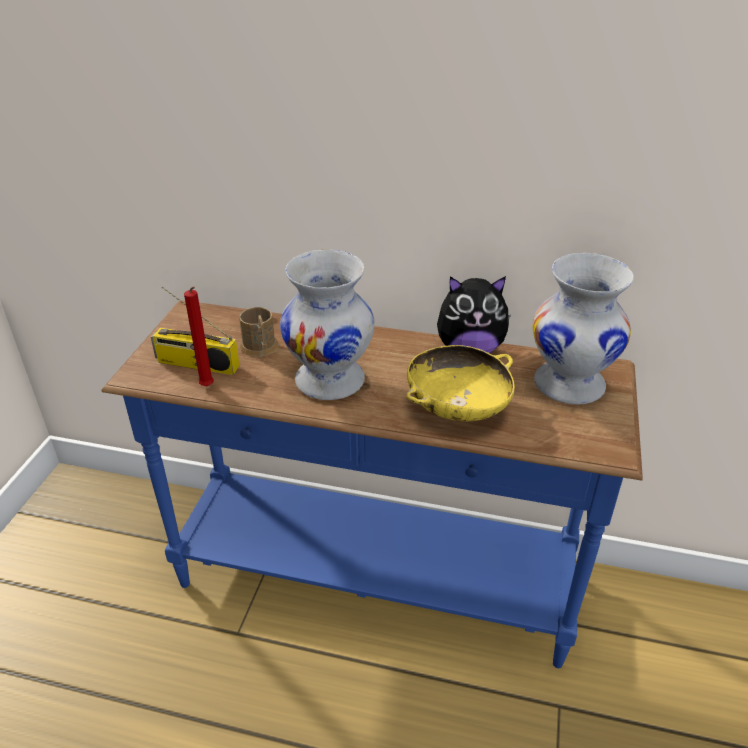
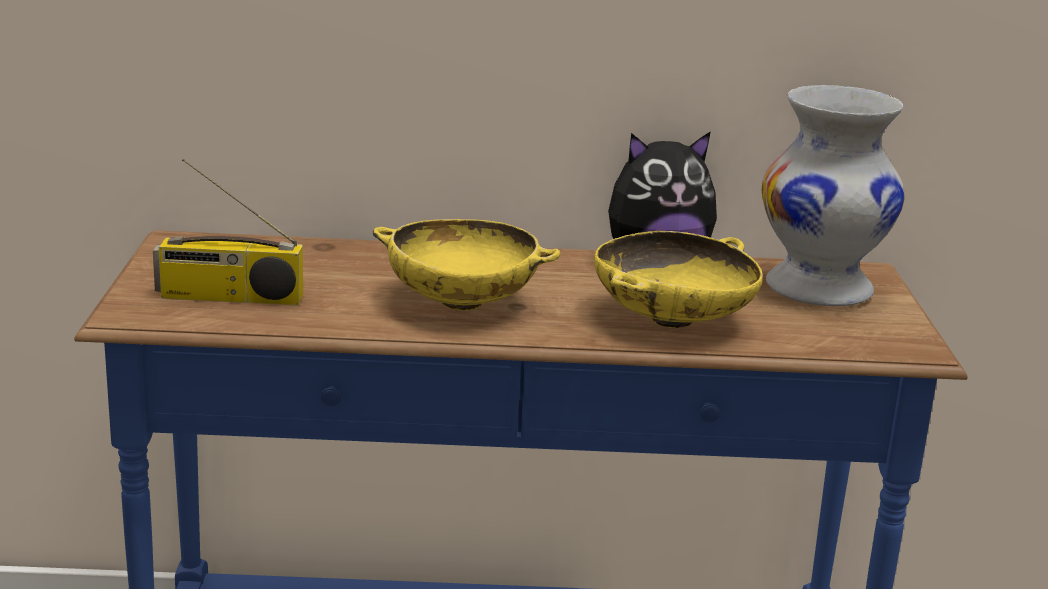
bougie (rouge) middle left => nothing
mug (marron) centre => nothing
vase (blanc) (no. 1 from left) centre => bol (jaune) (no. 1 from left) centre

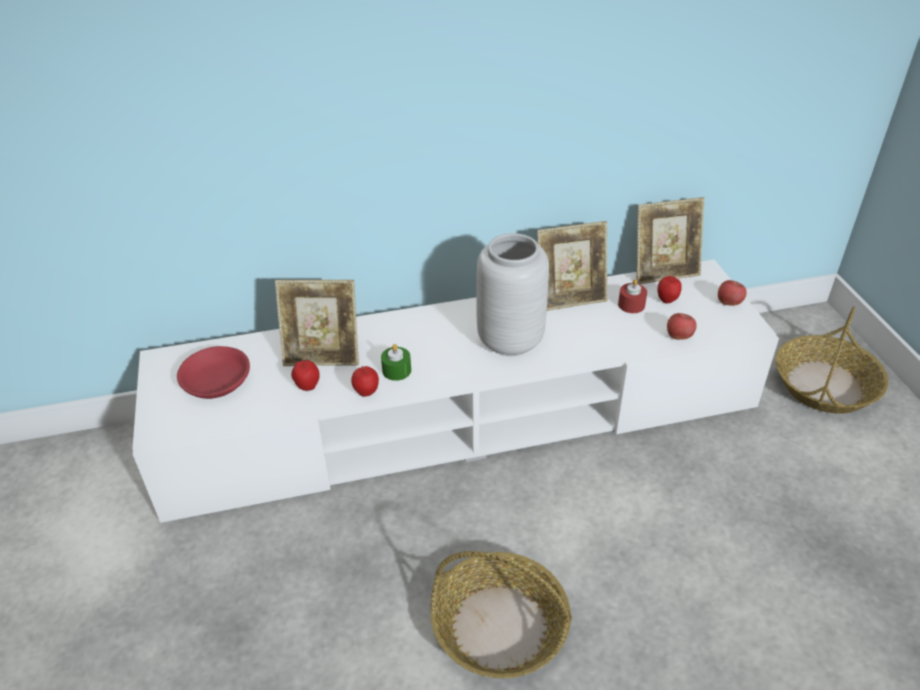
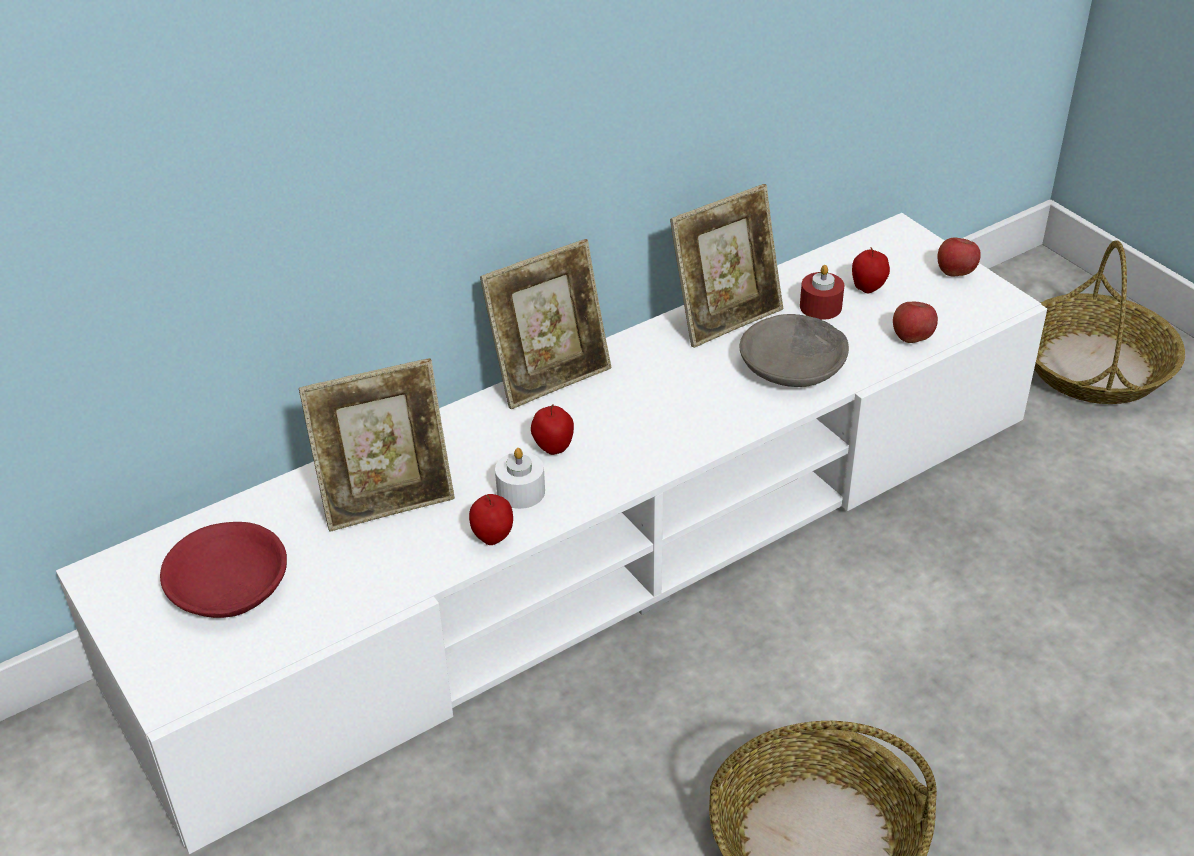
pomme (no. 1 from left in the first image) middle left => pomme (no. 2 from left) centre, relocated
bougie (vert) centre => bougie (blanc) centre
vase (gris) centre => nothing
cadre photo (no. 3 from left in the first image) middle right => cadre photo (no. 2 from left) centre, relocated
nothing => bol (gris) centre

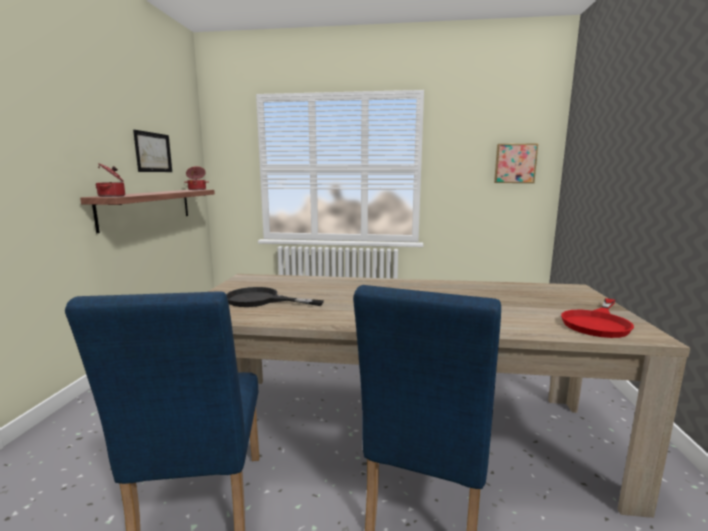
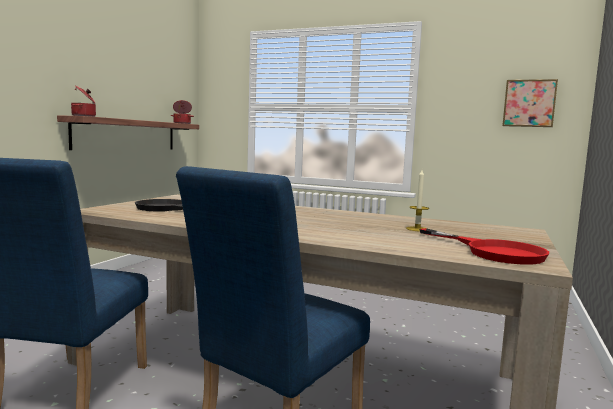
tableau (no. 1 from left) top left => nothing
poêle (rouge) middle right, 90 degrees counterclockwise
nothing => bougie middle right

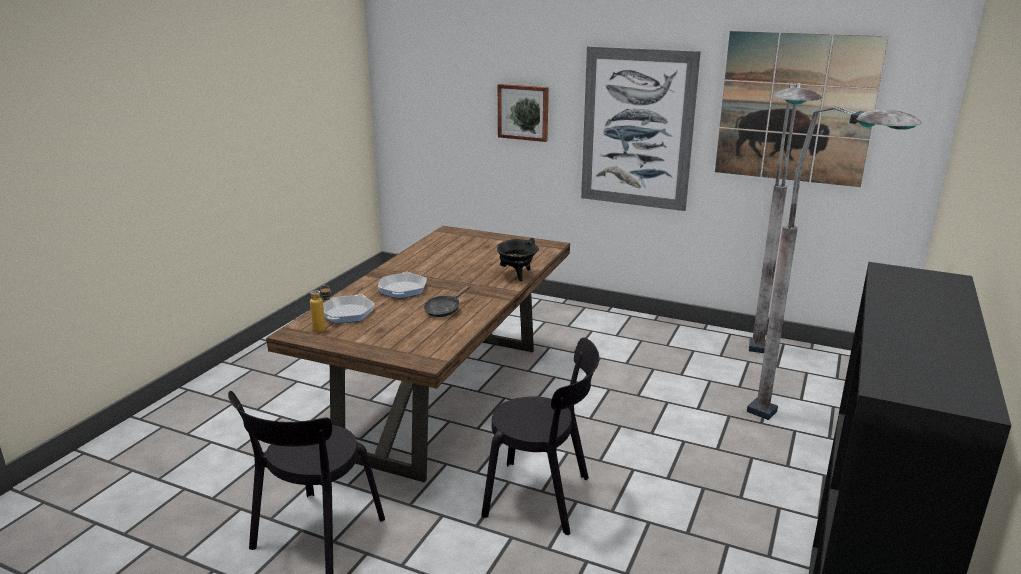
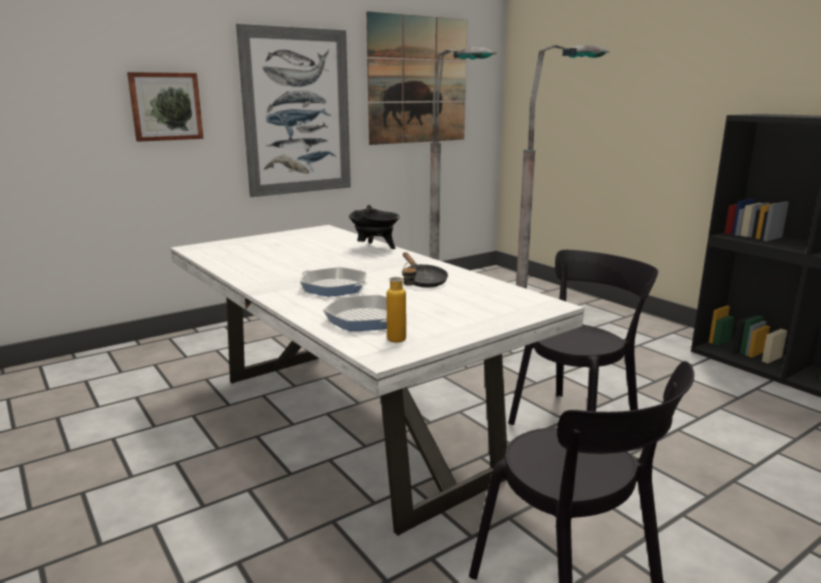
table à manger (marron) centre => table à manger (blanc) centre

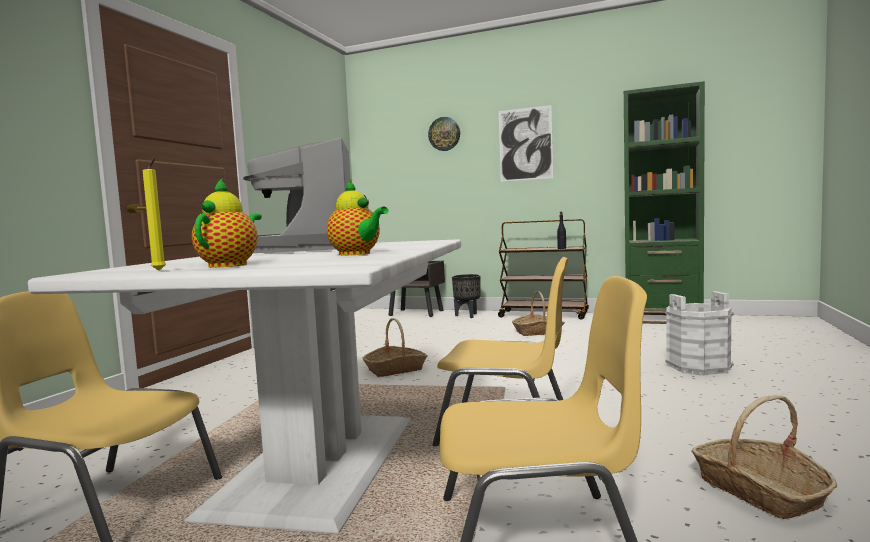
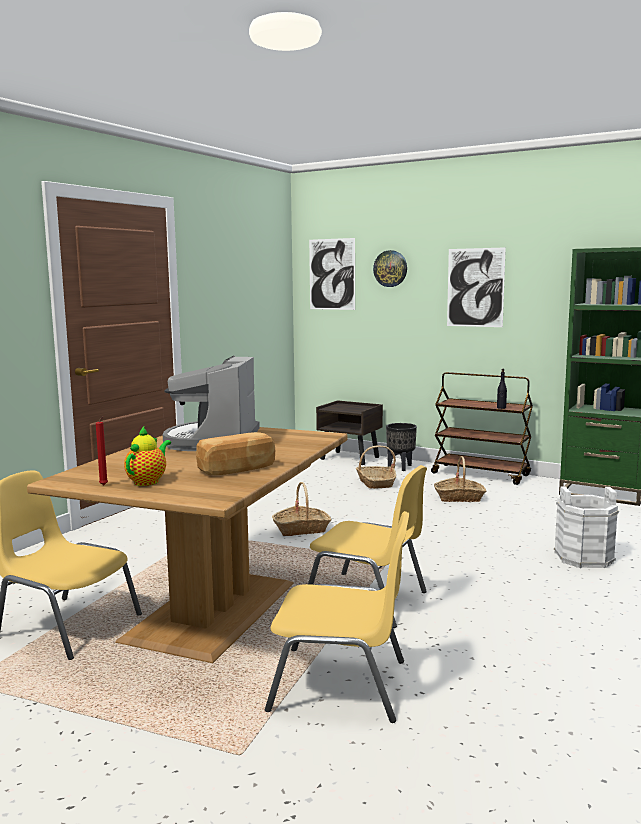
table à manger (blanc) bottom left => table à manger (marron) middle left
bougie (jaune) middle left => bougie (rouge) middle left
théière (no. 2 from left) centre => pain centre
panier (no. 3 from left in the first image) bottom right => panier (no. 2 from left) centre, relocated
nothing => tableau (no. 1 from left) top centre

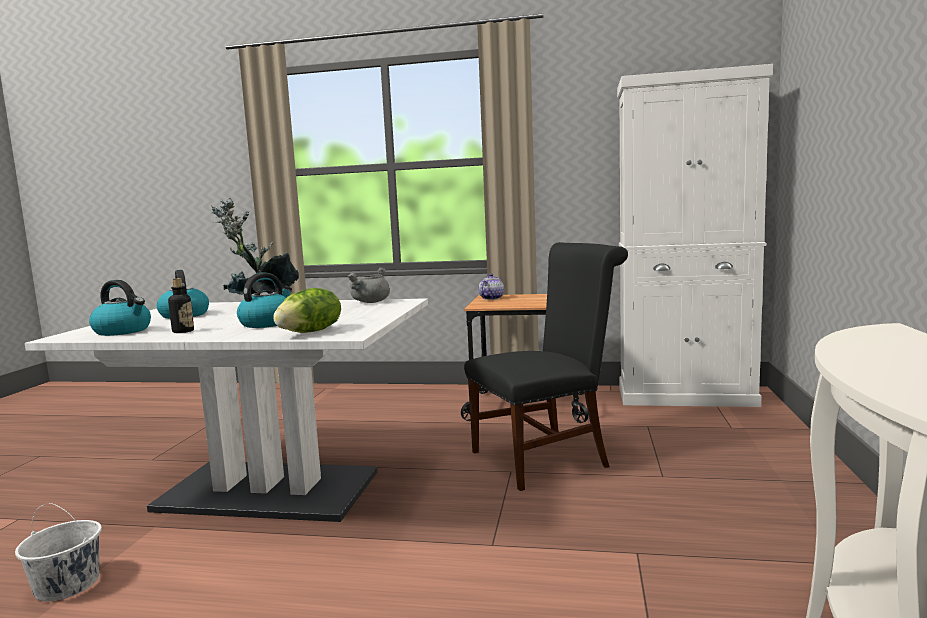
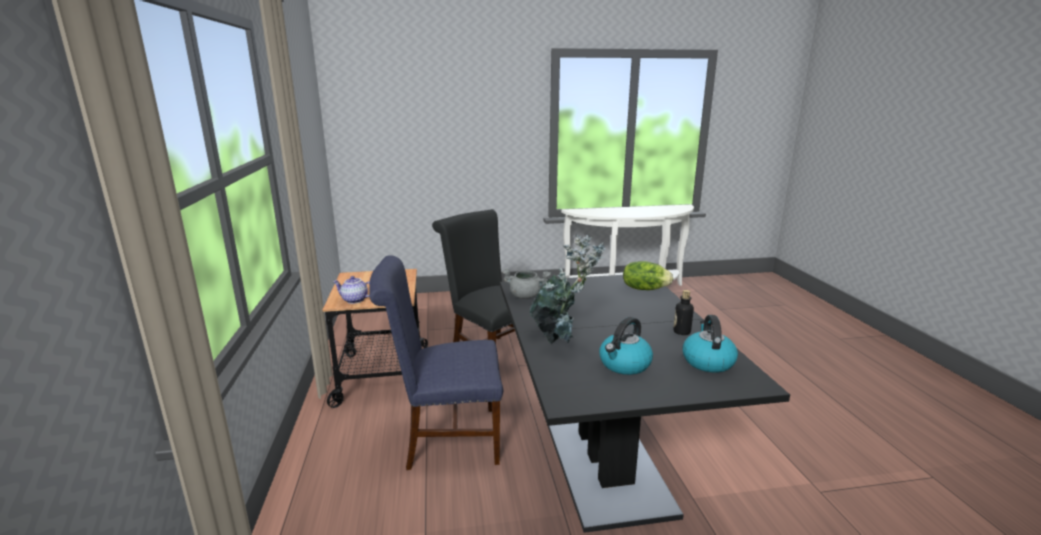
seau (blanc) bottom left => nothing
table à manger (blanc) middle left => table à manger (noir) bottom centre
bouilloire (no. 3 from left) middle left => nothing
meuble de rangement (blanc) middle right => nothing
nothing => chaise (bleu) bottom centre

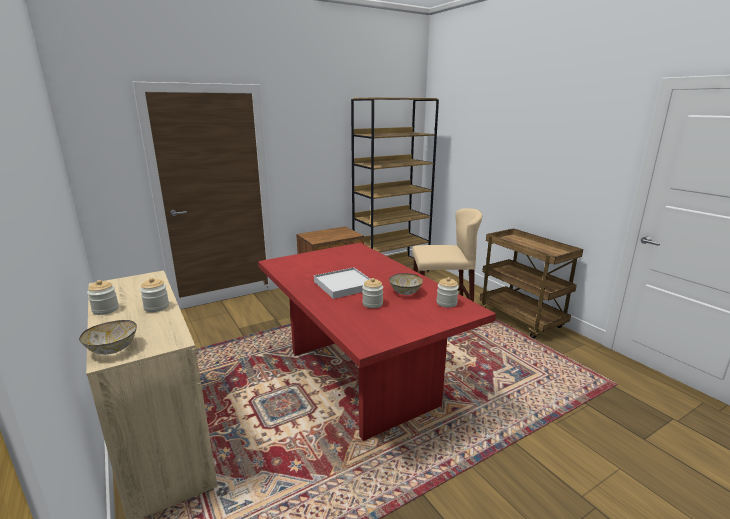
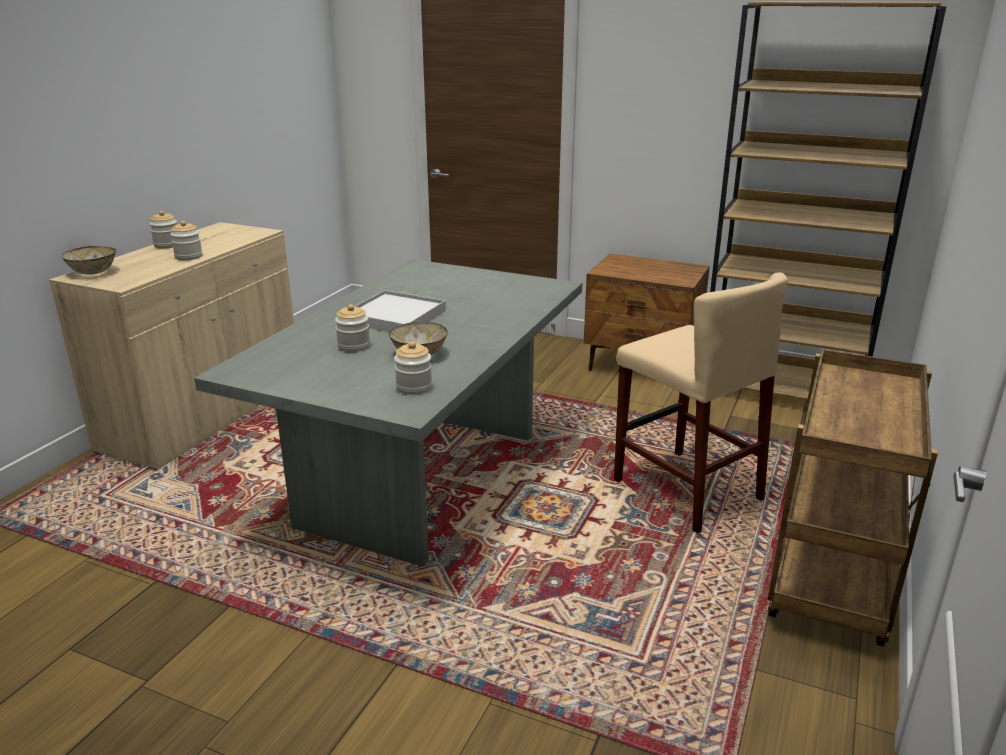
table à manger (rouge) centre => table à manger (gris) centre

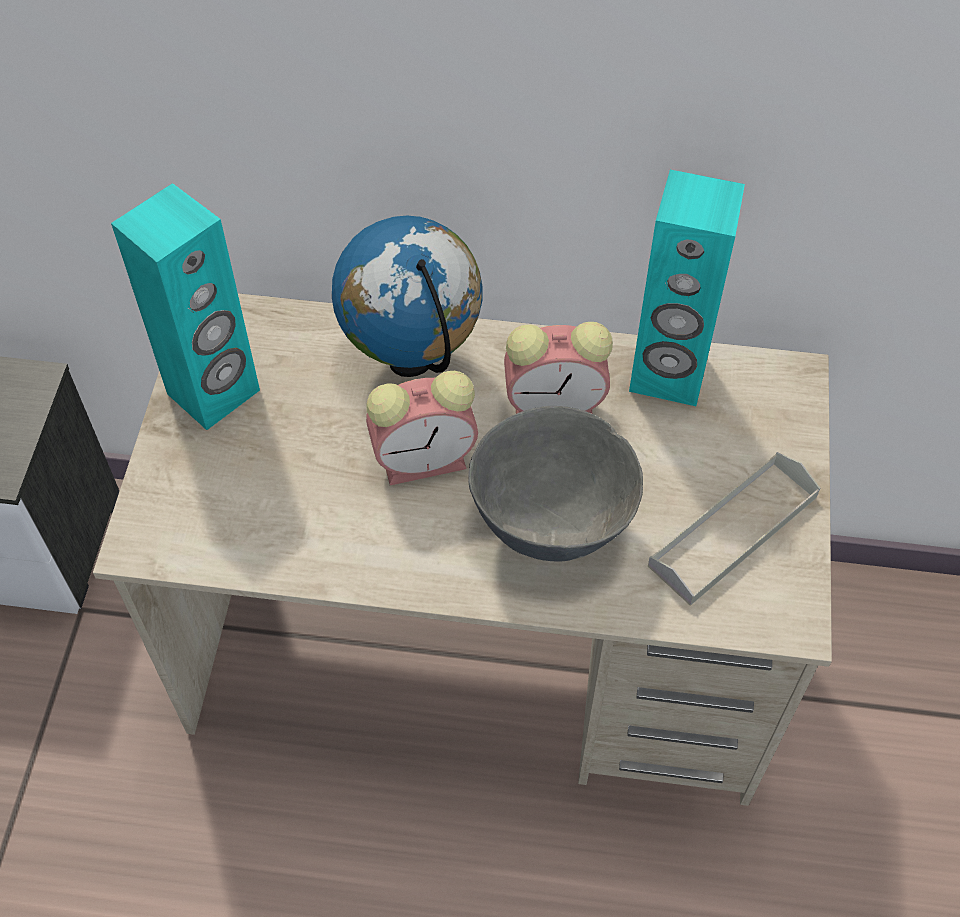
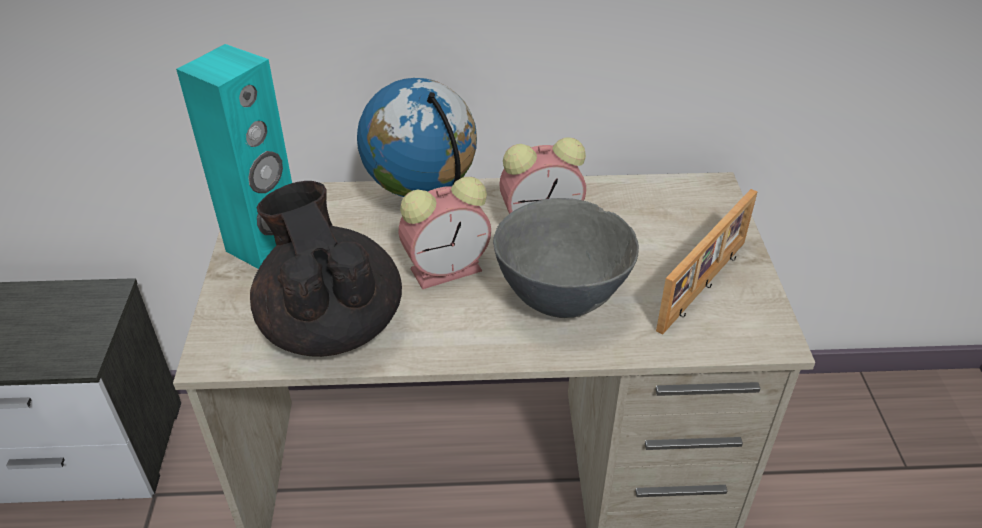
enceinte (turquoise) (no. 2 from left) top right => nothing
plateau (gris) middle right => cadre photo middle right
nothing => théière (noir) middle left

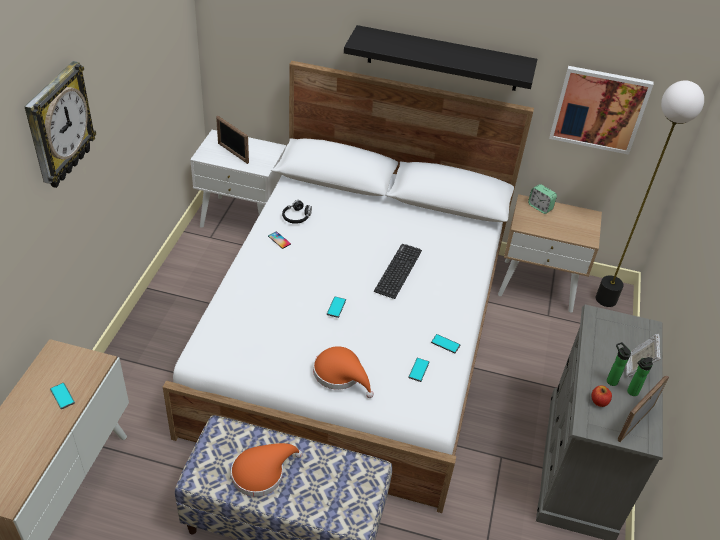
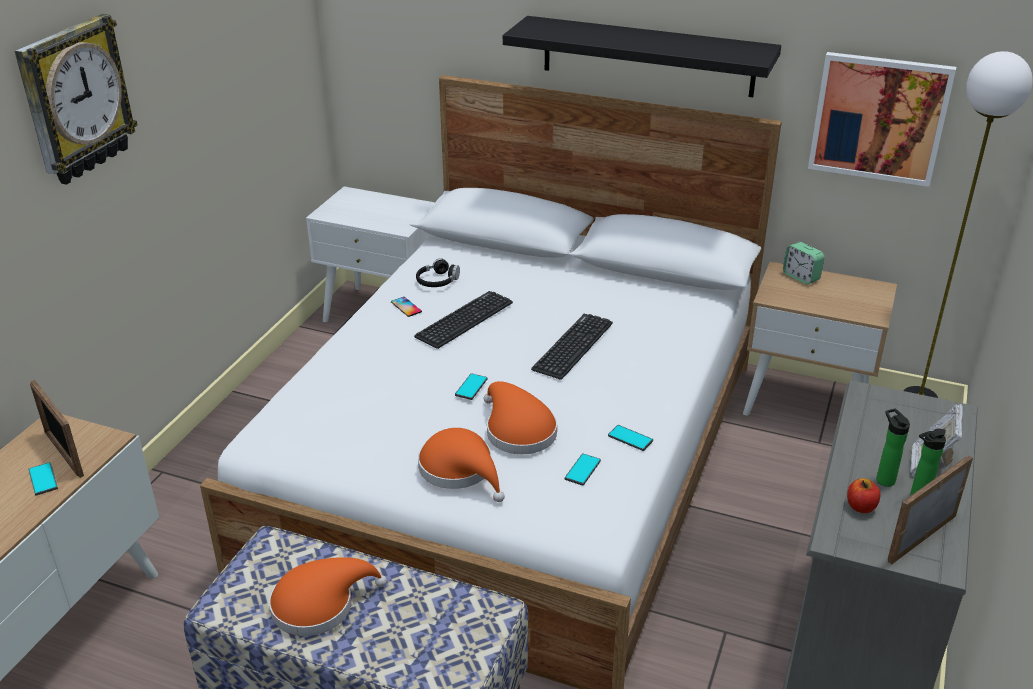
cadre photo (no. 1 from left) top left => cadre photo (no. 1 from left) middle left, relocated
nothing => clavier (no. 1 from left) centre
nothing => chapeau (orange) (no. 3 from left) centre

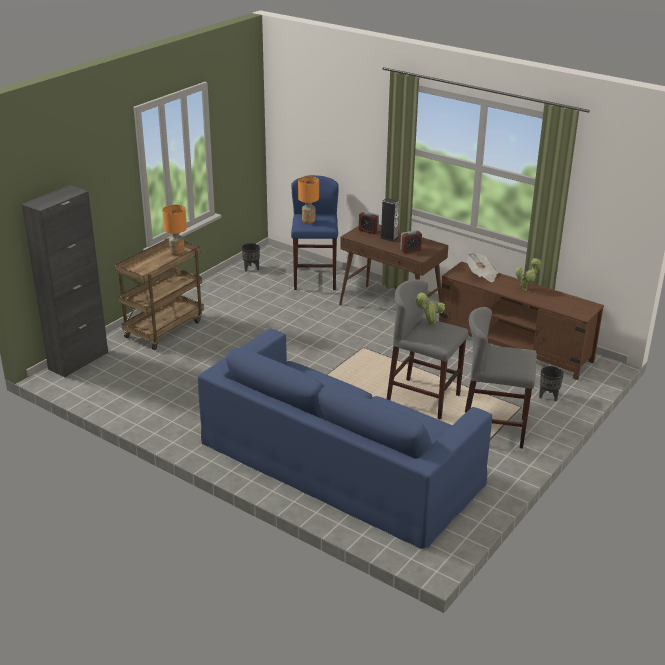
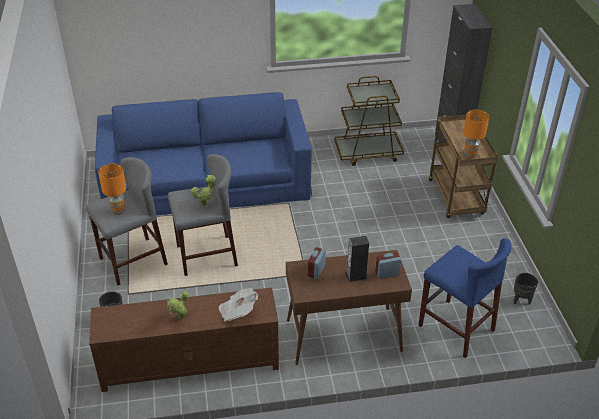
lampe de table (orange) (no. 2 from left in the first image) top centre => lampe de table (orange) (no. 1 from left) middle left, relocated
nothing => chariot (marron) (no. 1 from left) top centre

